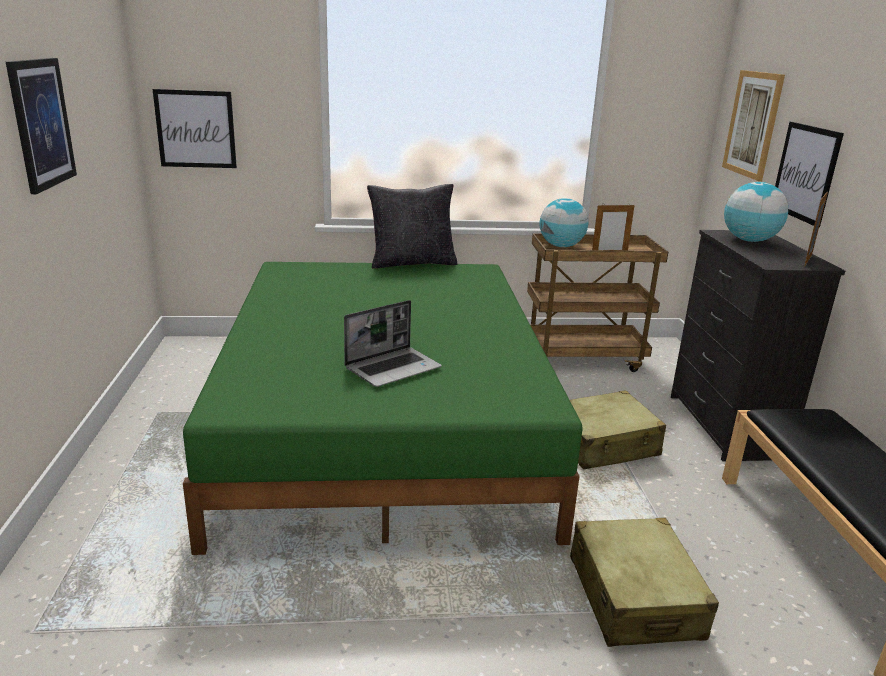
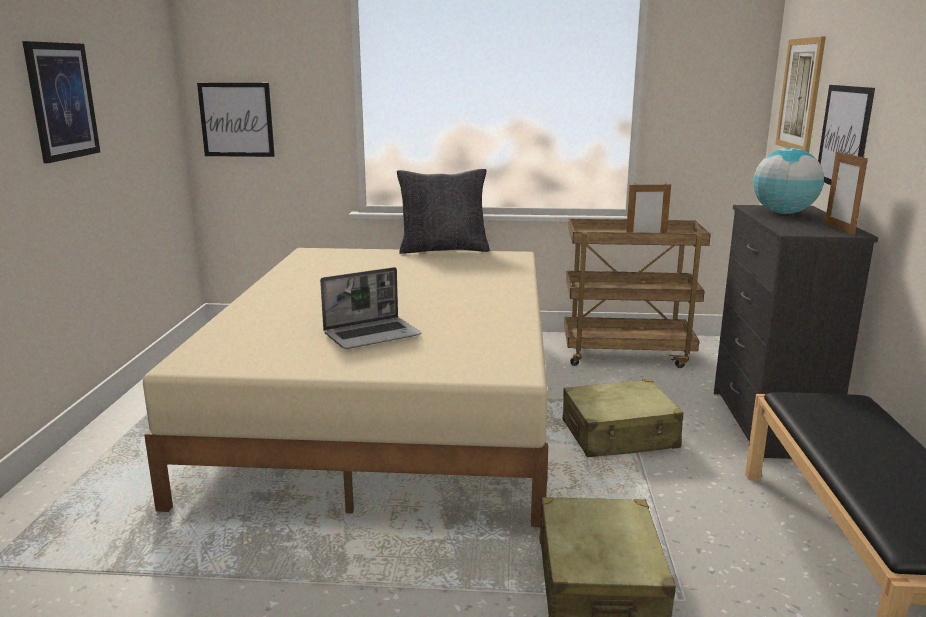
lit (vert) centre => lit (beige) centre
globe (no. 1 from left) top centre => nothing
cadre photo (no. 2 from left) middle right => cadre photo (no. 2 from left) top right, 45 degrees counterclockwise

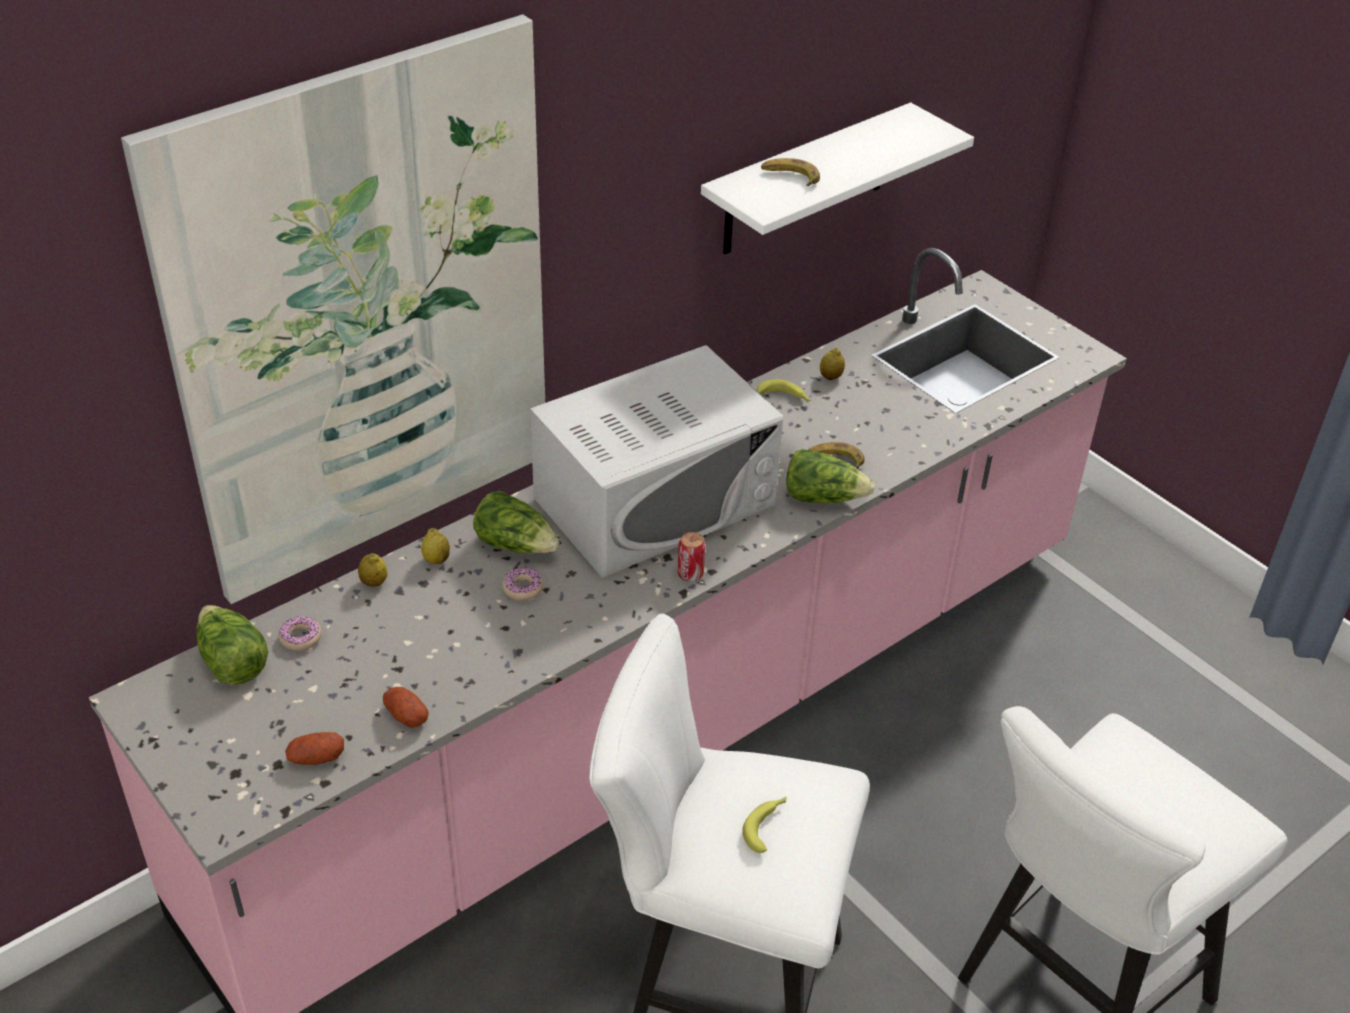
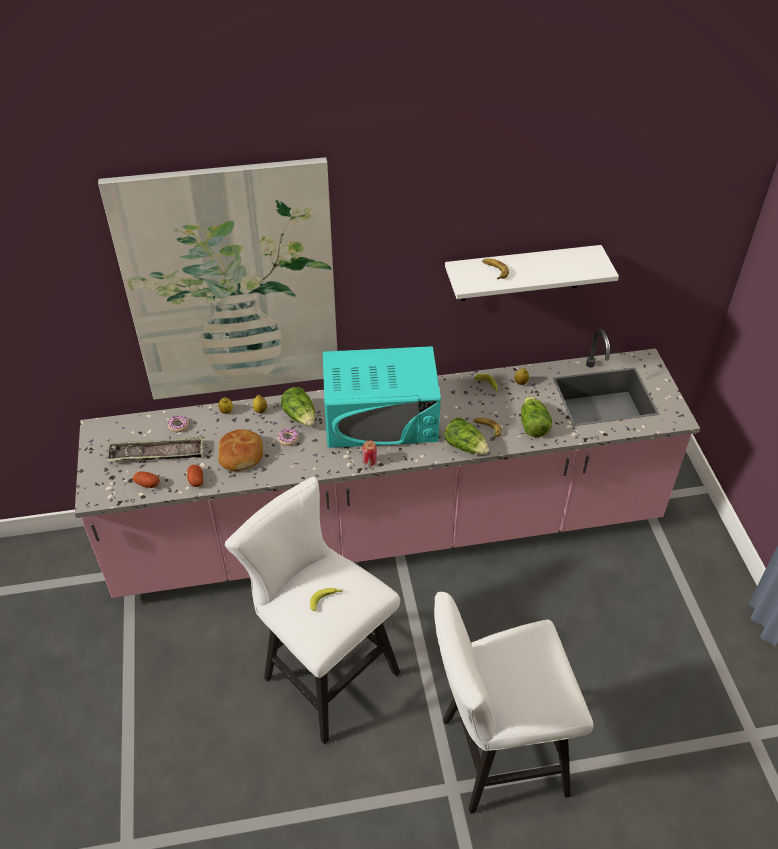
laitue (no. 1 from left in the first image) middle left => laitue (no. 3 from left) middle right, relocated
micro-ondes (blanc) centre => micro-ondes (turquoise) centre
nothing => plateau middle left
nothing => pain middle left

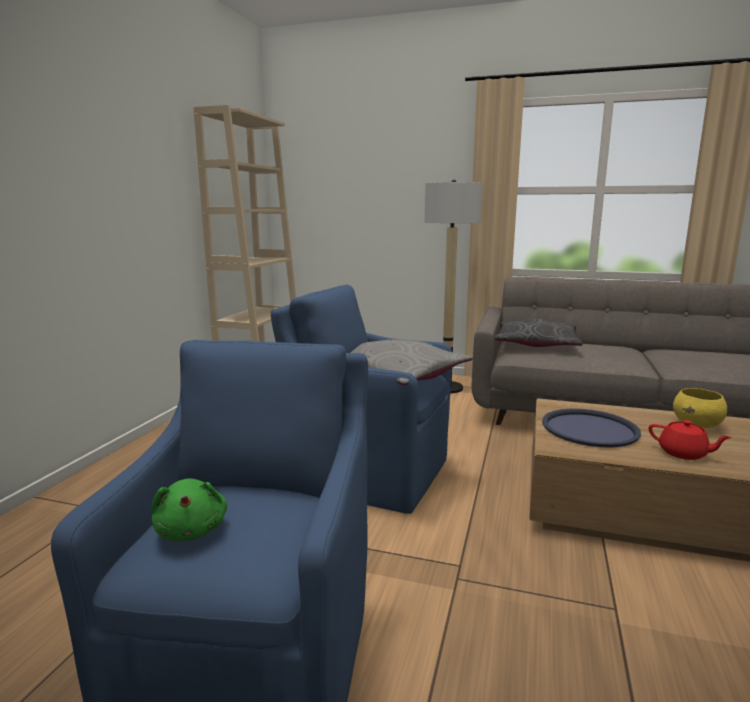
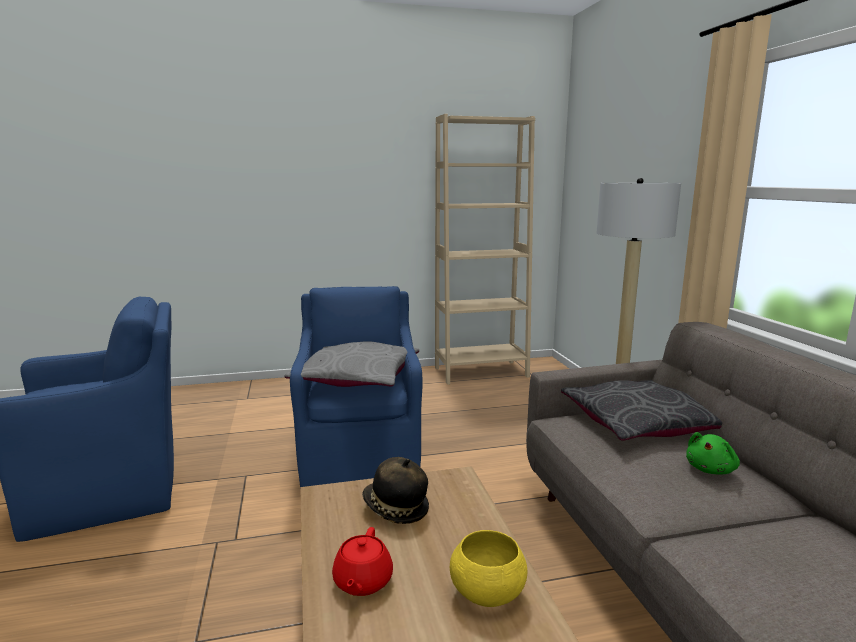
peluche (vert) bottom left => peluche (vert) bottom right, relocated
plateau (bleu) middle right => chapeau bottom centre

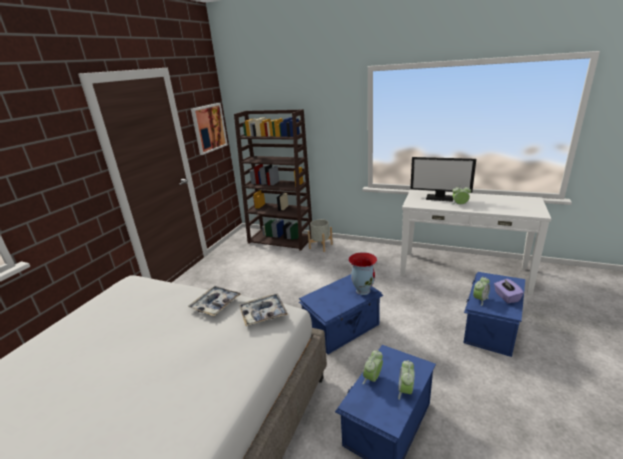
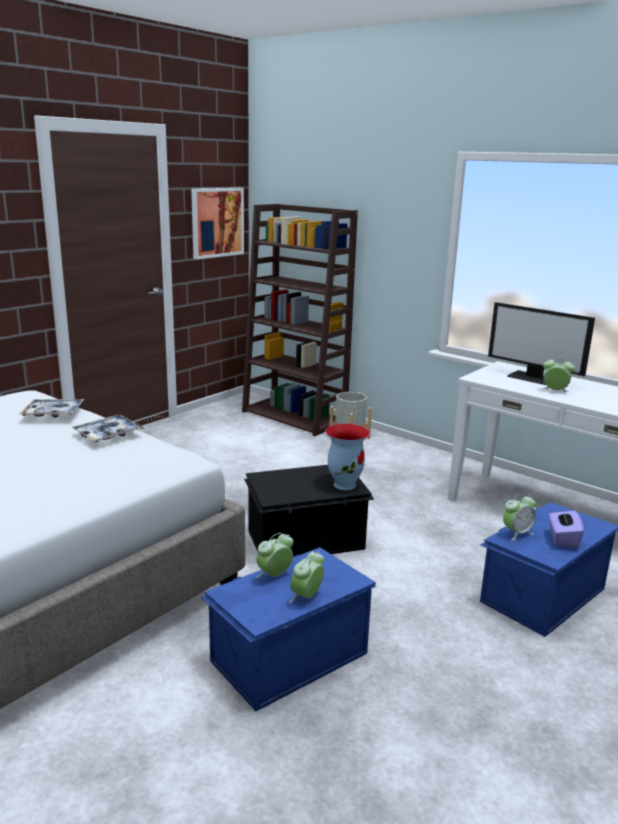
plateau (no. 2 from left in the first image) bottom centre => plateau (no. 1 from left) middle left, relocated
boîte de rangement (bleu) (no. 1 from left) bottom centre => boîte de rangement (noir) centre

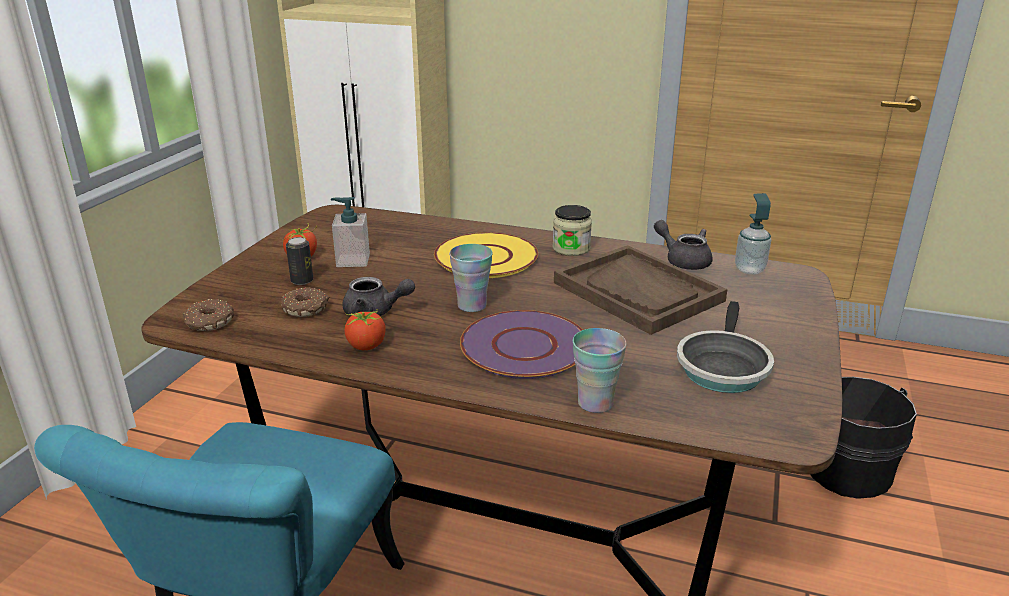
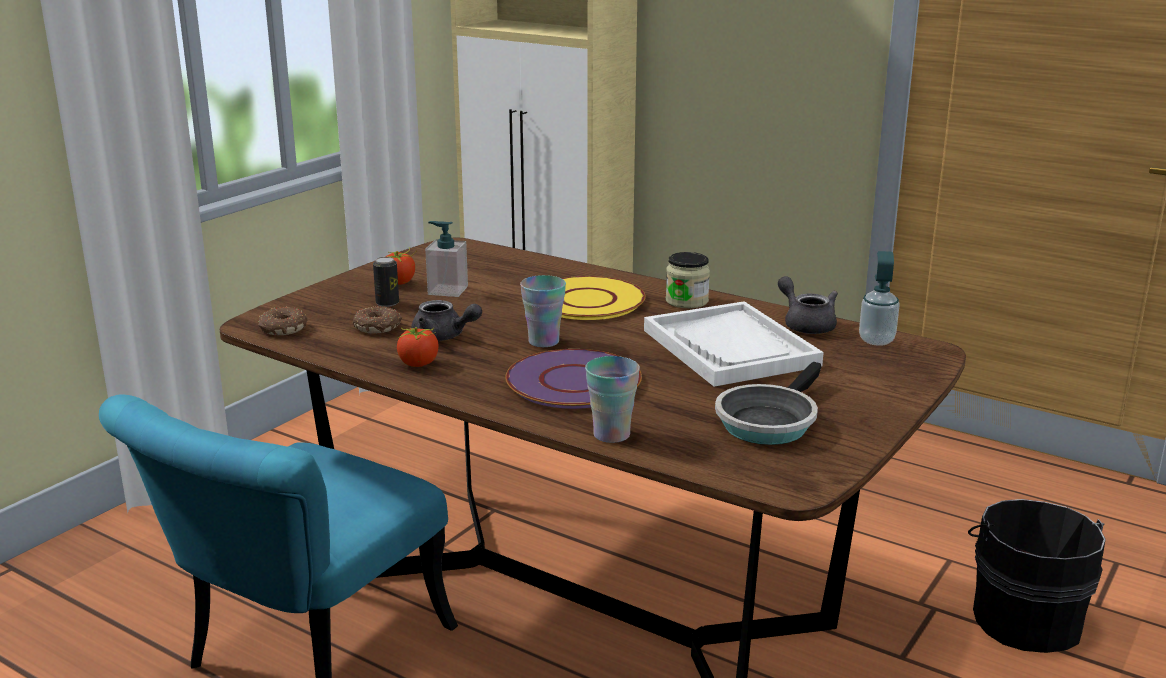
plateau (marron) centre => plateau (blanc) centre

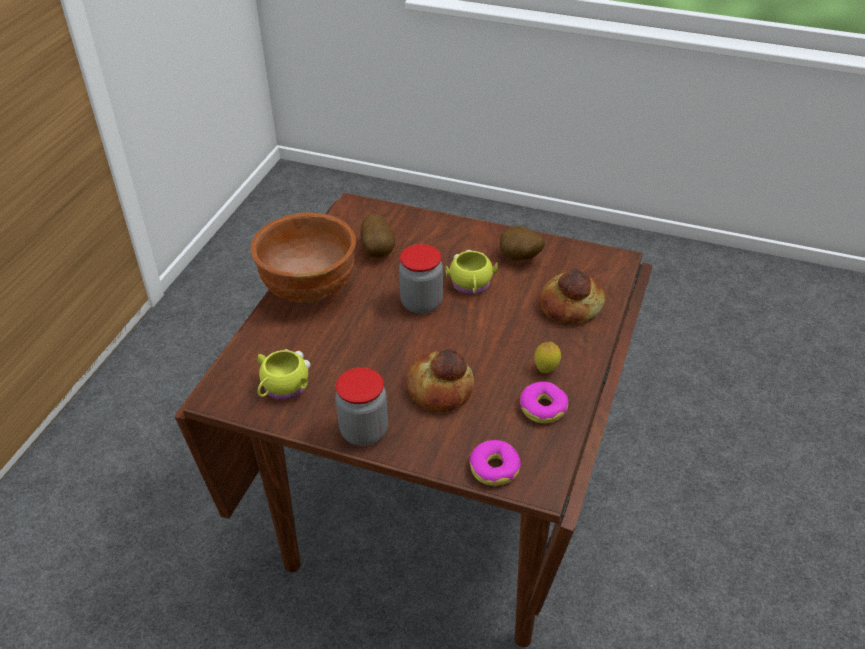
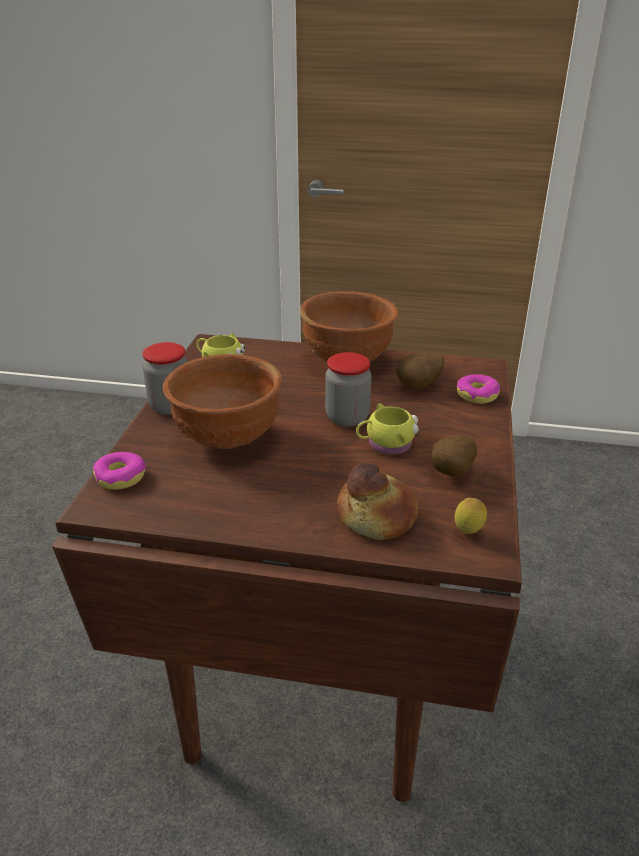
pain (no. 1 from left) centre => bol (marron) (no. 1 from left) centre
beignet (no. 2 from left) centre => beignet (no. 2 from left) middle right, relocated
citron centre => citron middle right, relocated

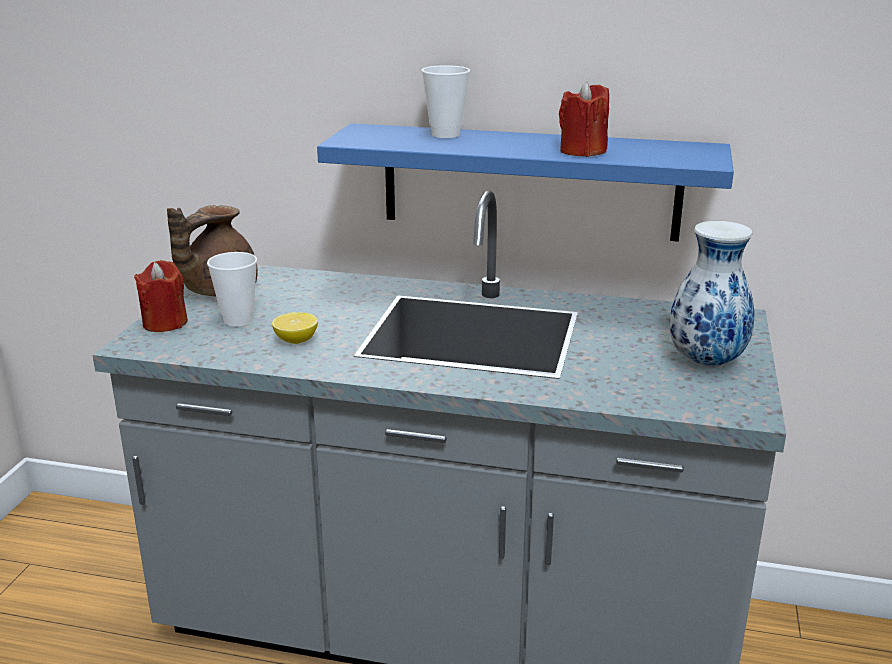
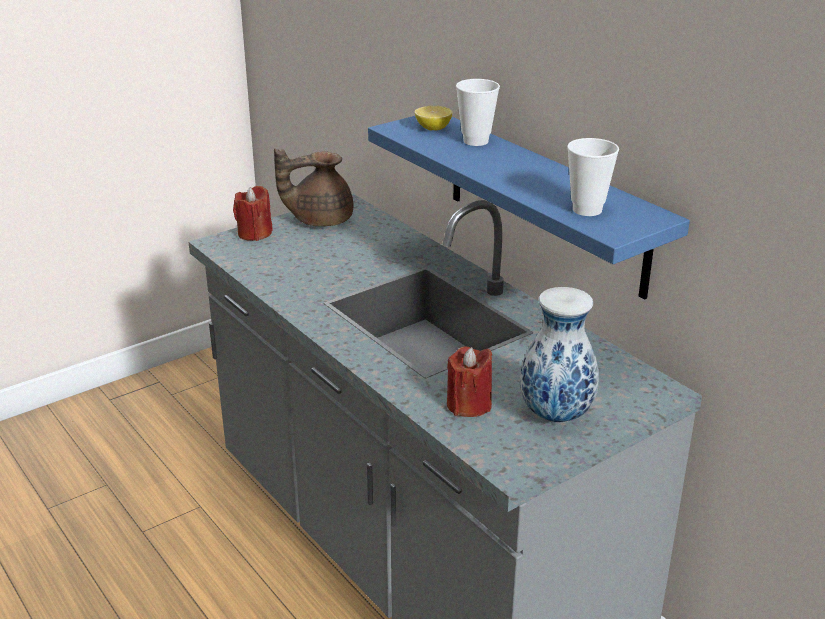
tasse (no. 1 from left in the first image) middle left => tasse (no. 2 from left) top right, relocated
citron middle left => citron top centre, relocated
bougie (rouge) (no. 2 from left) top centre => bougie (rouge) (no. 2 from left) centre, relocated

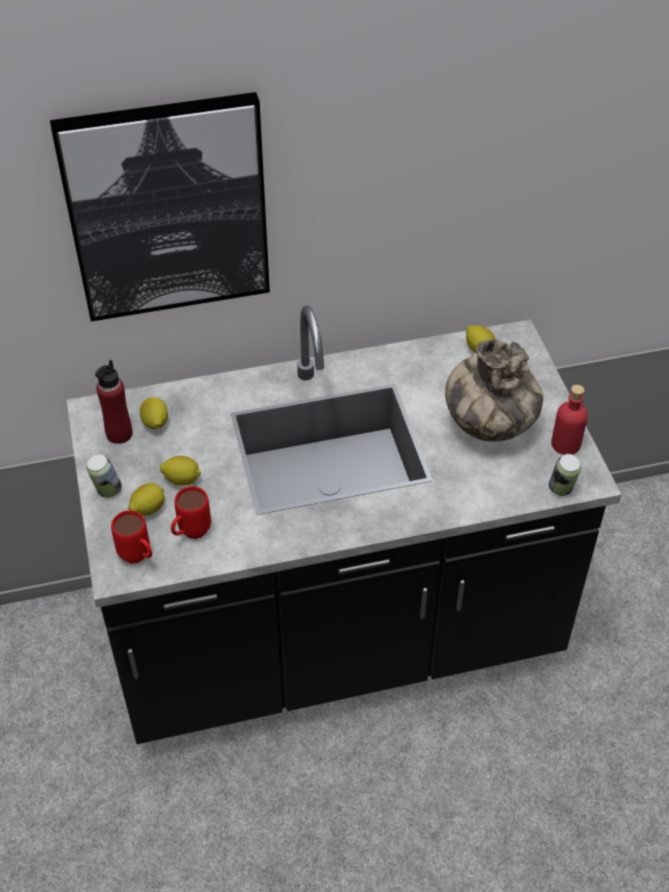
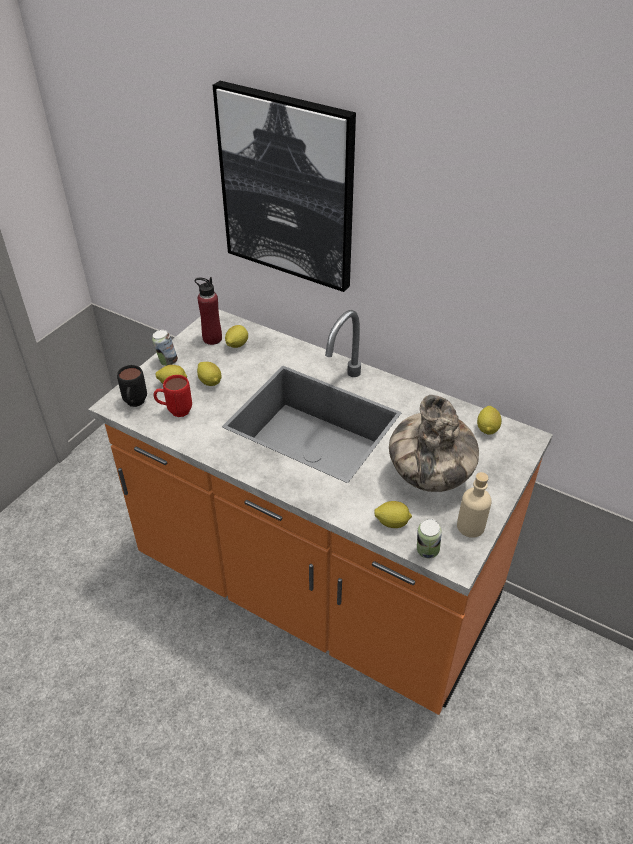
comptoir de cuisine (noir) centre => comptoir de cuisine (orange) centre
mug (rouge) (no. 1 from left) middle left => mug (noir) middle left
bouteille (rouge) (no. 2 from left) middle right => bouteille (beige) middle right
nothing => citron (no. 4 from left) centre

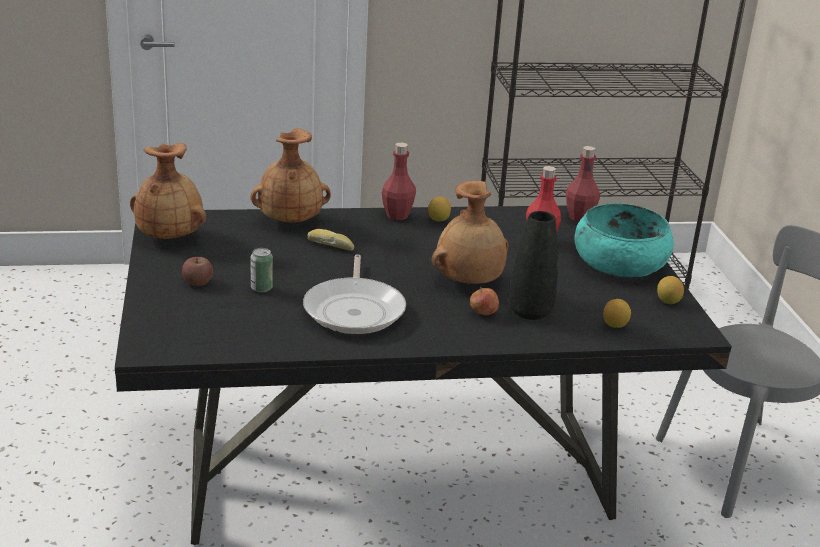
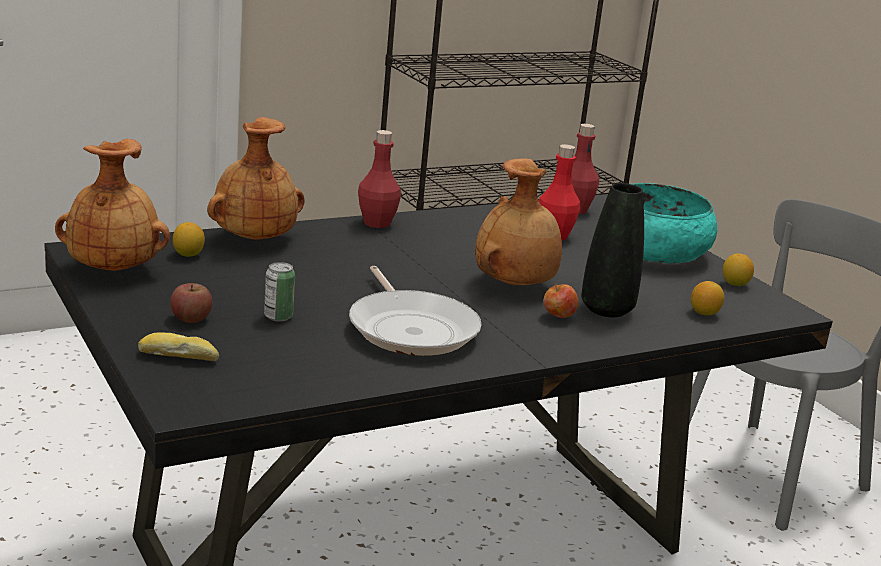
pain centre => pain middle left, relocated
citron (no. 1 from left) centre => citron (no. 1 from left) middle left, relocated

